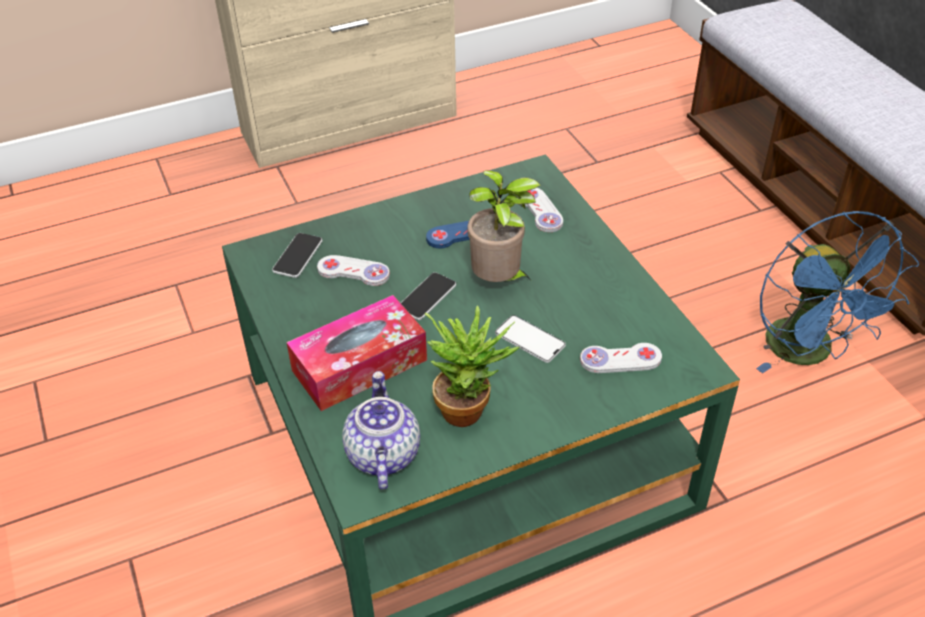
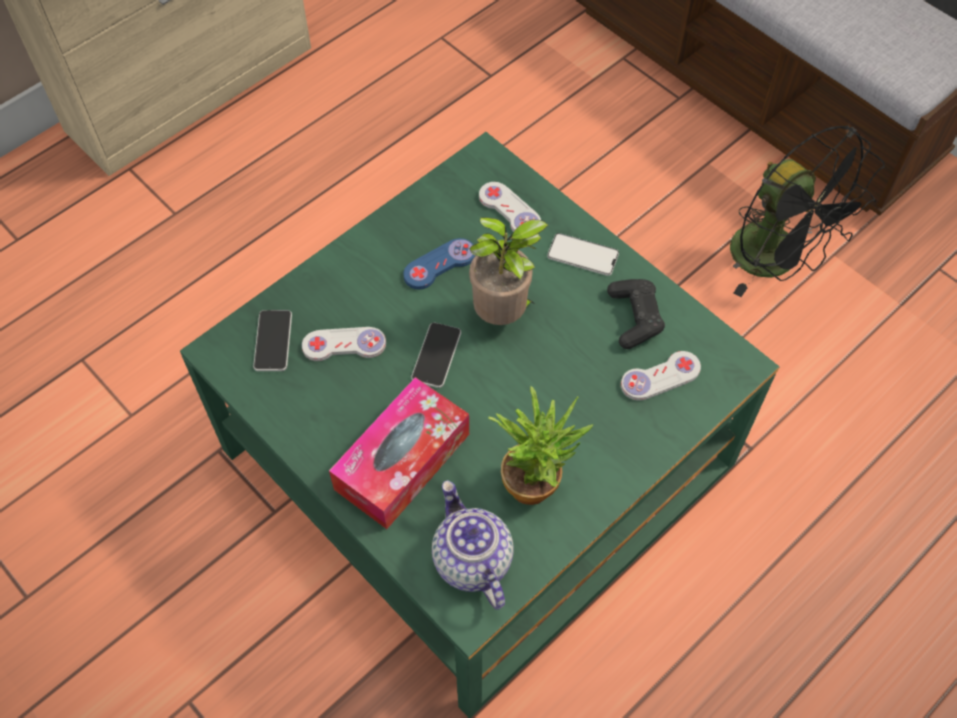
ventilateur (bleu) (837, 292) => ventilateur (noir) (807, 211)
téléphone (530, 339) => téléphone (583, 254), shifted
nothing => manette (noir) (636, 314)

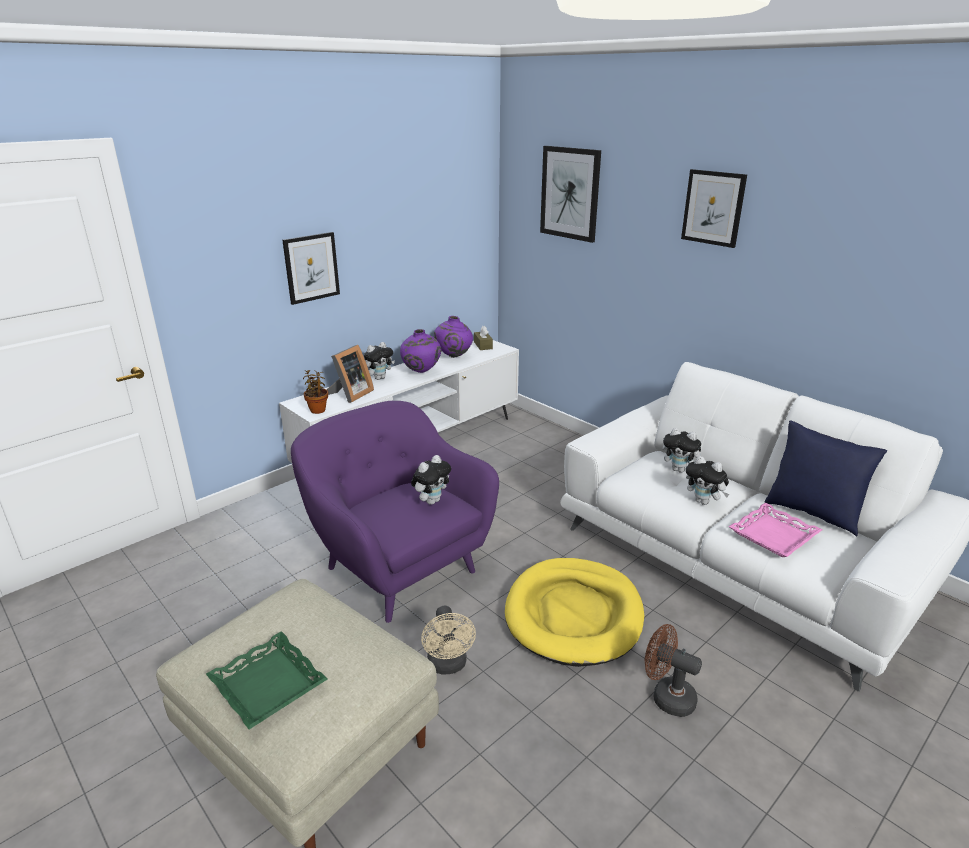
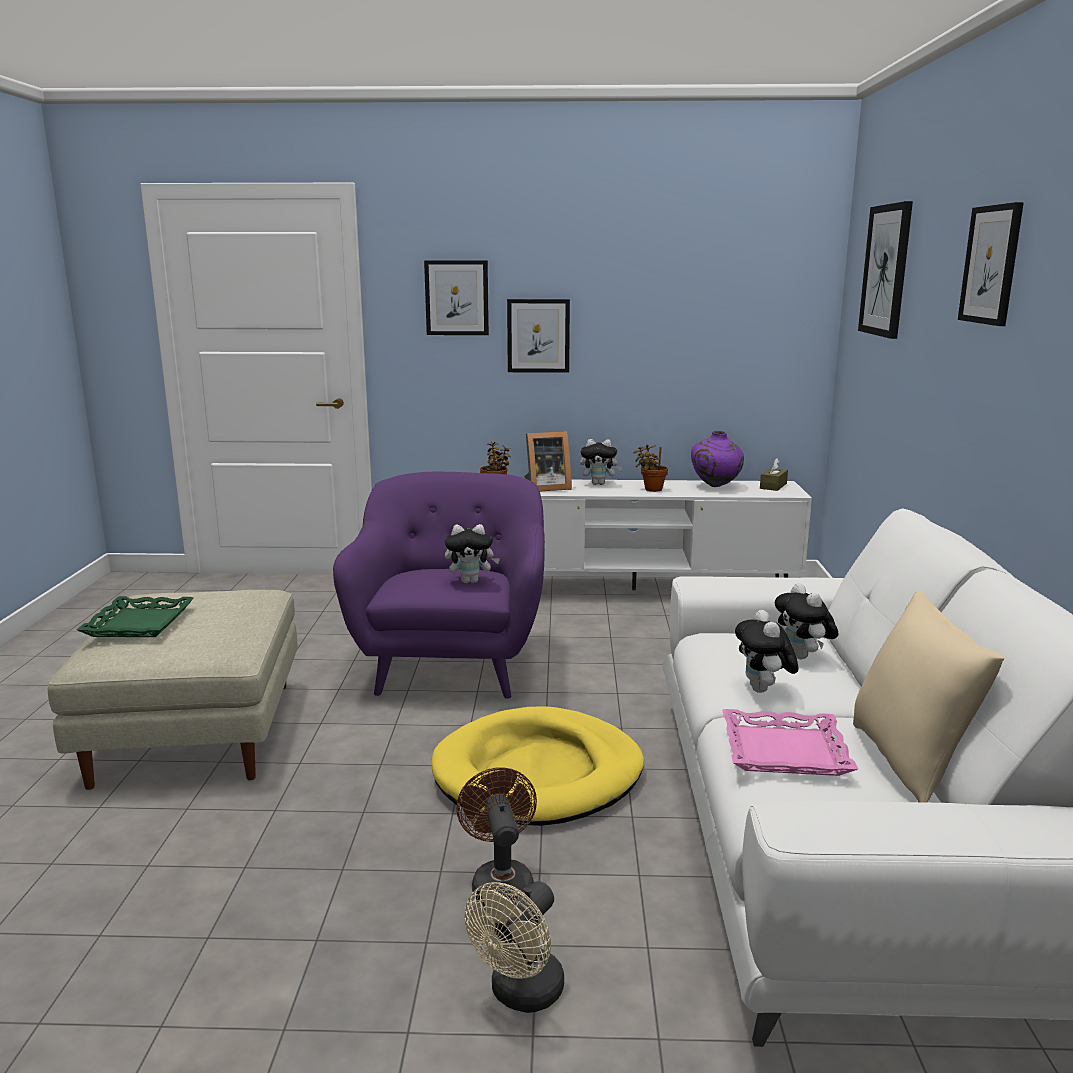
vase (violet) (420, 351) => plante en pot (650, 468)
coussin (bleu) (825, 478) => coussin (beige) (928, 696)
ventilateur (beige) (448, 640) => ventilateur (beige) (514, 947), shifted
nothing => tableau (456, 297)

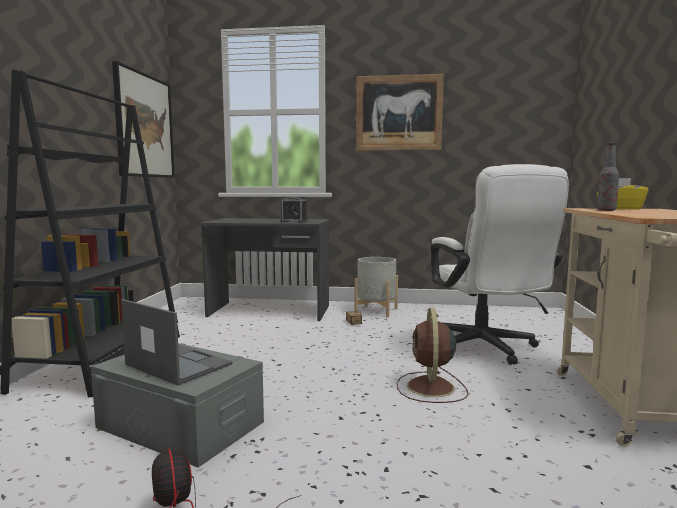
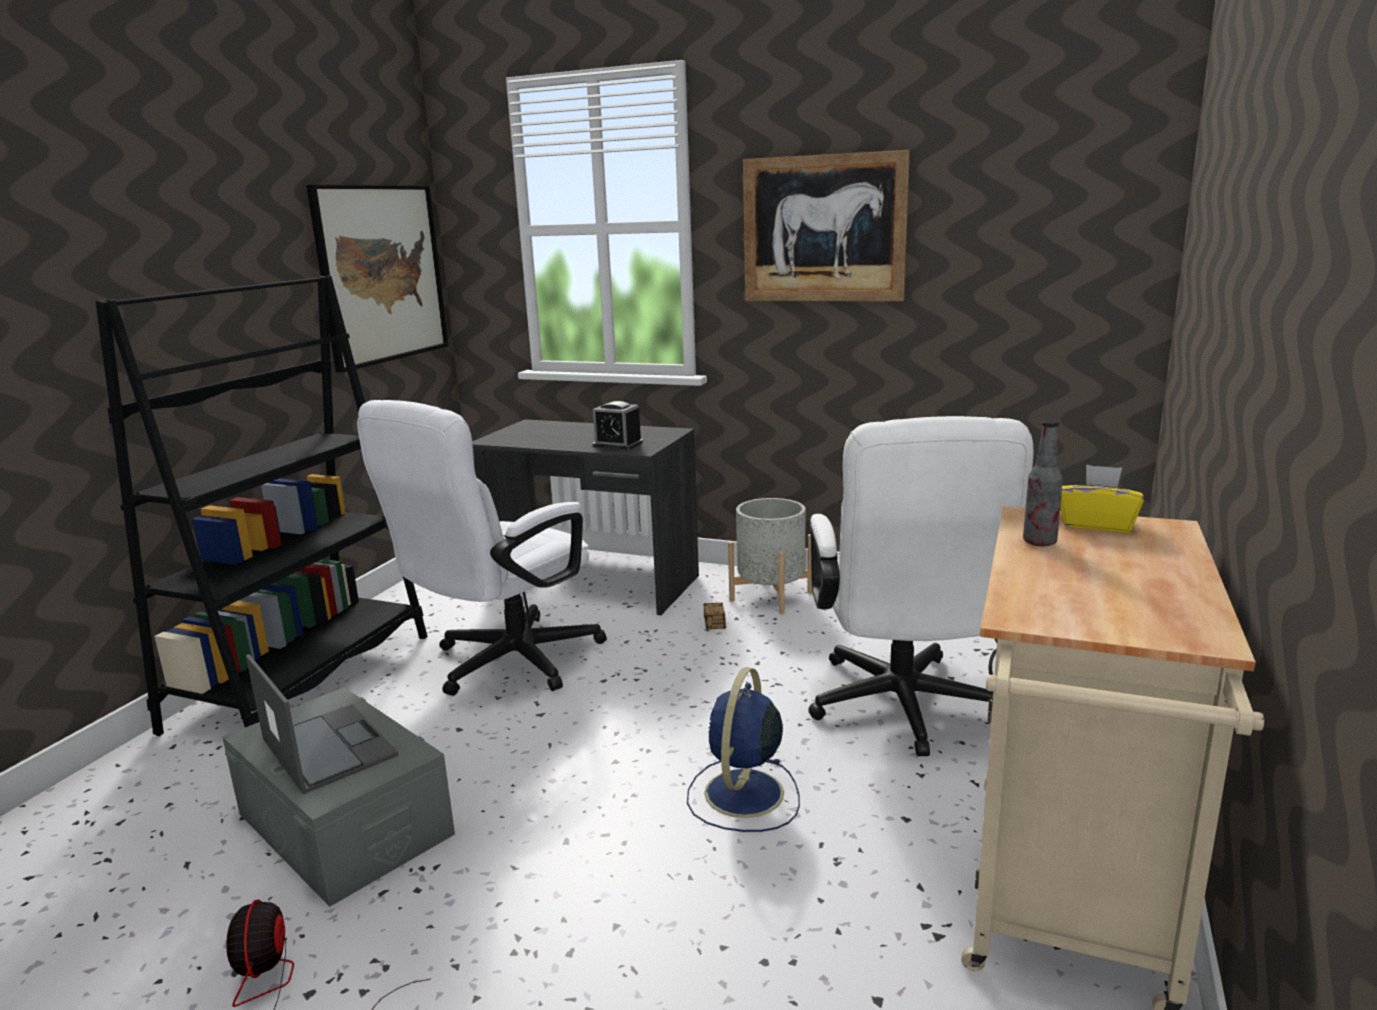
ventilateur (marron) (432, 355) => ventilateur (bleu) (743, 749)
nothing => chaise de bureau (blanc) (482, 548)

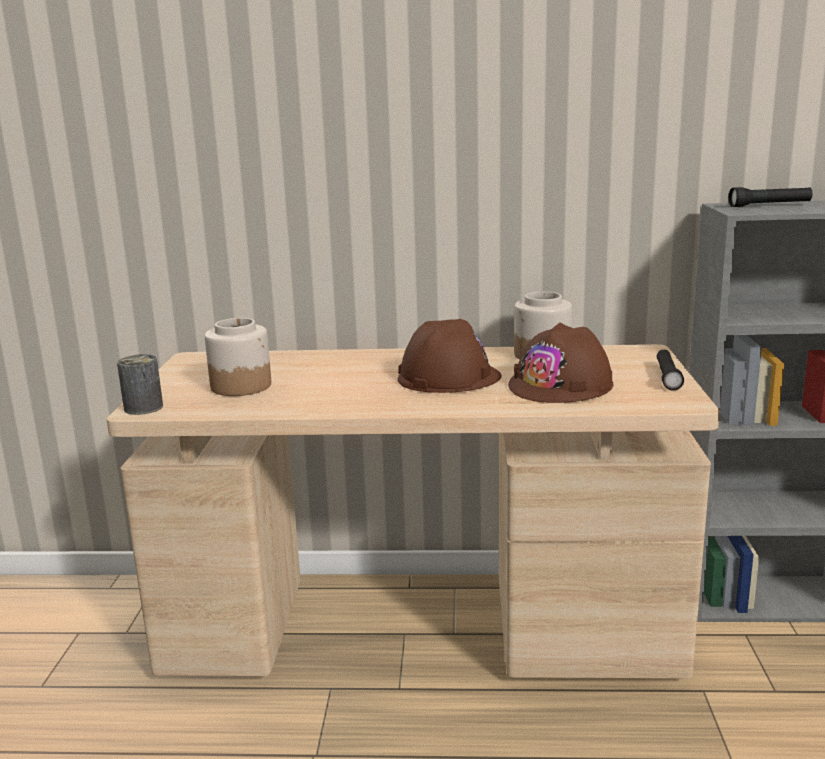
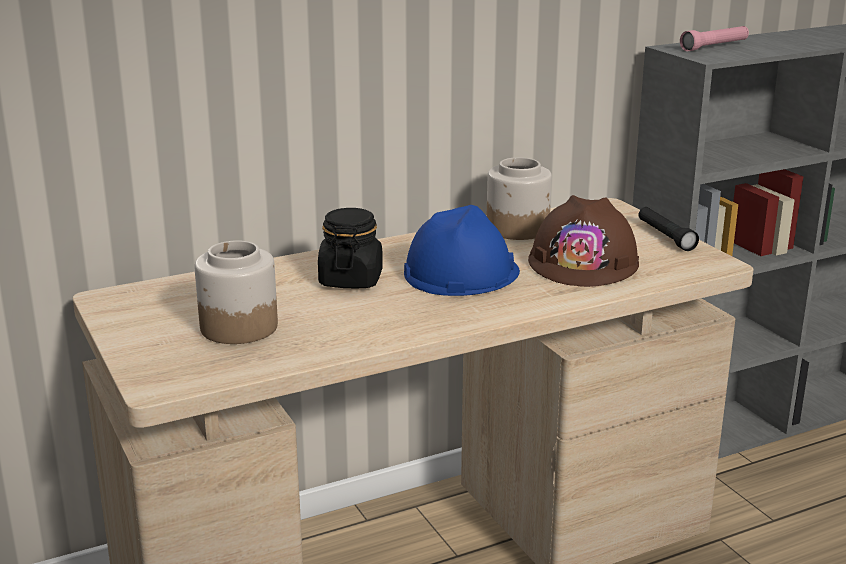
lampe de poche (noir) (771, 197) => lampe de poche (rose) (714, 38)
casque de chantier (marron) (450, 356) => casque de chantier (bleu) (462, 250)
boîte métallique (140, 384) => nothing
nothing => bocal (noir) (350, 248)

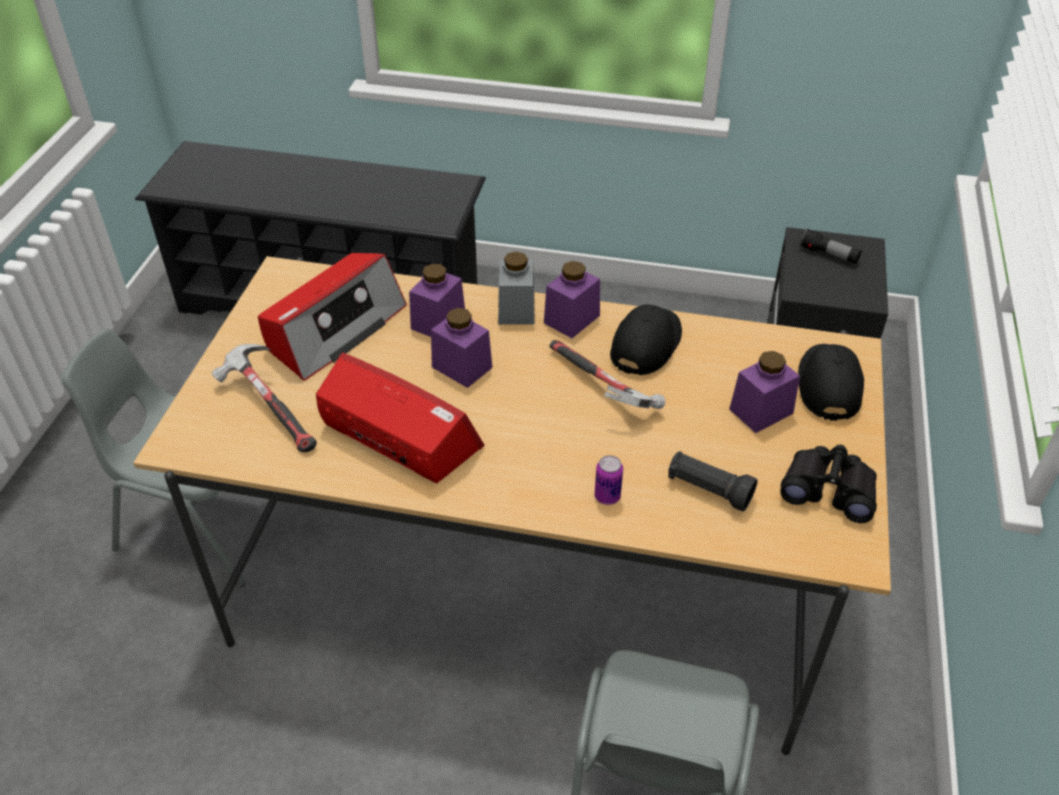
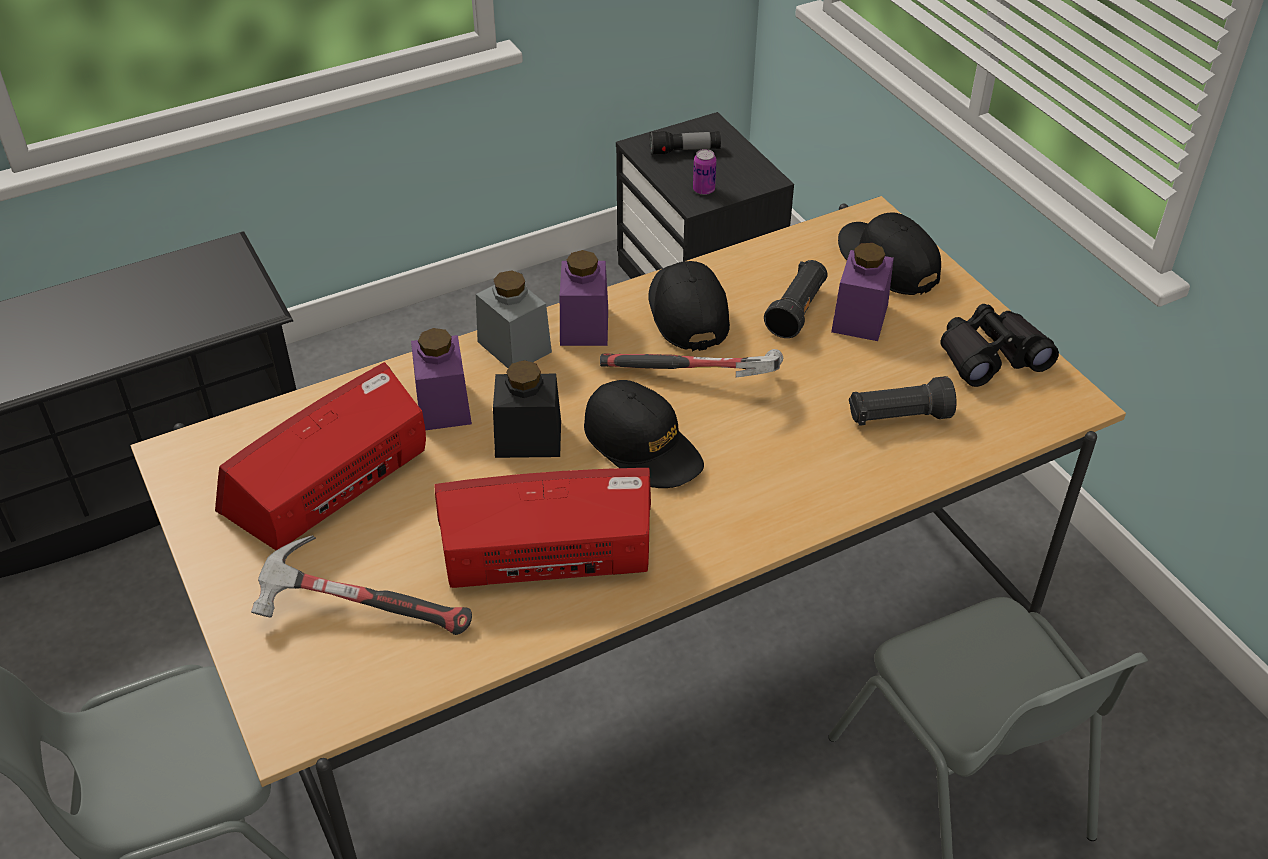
radio (332, 317) => radio (320, 456), 135 degrees counterclockwise
bocal (violet) (462, 348) => bocal (noir) (527, 409)
boîte métallique (609, 480) => boîte métallique (705, 172), shifted
nothing => lampe de poche (noir) (796, 299)
nothing => casquette (noir) (644, 434)

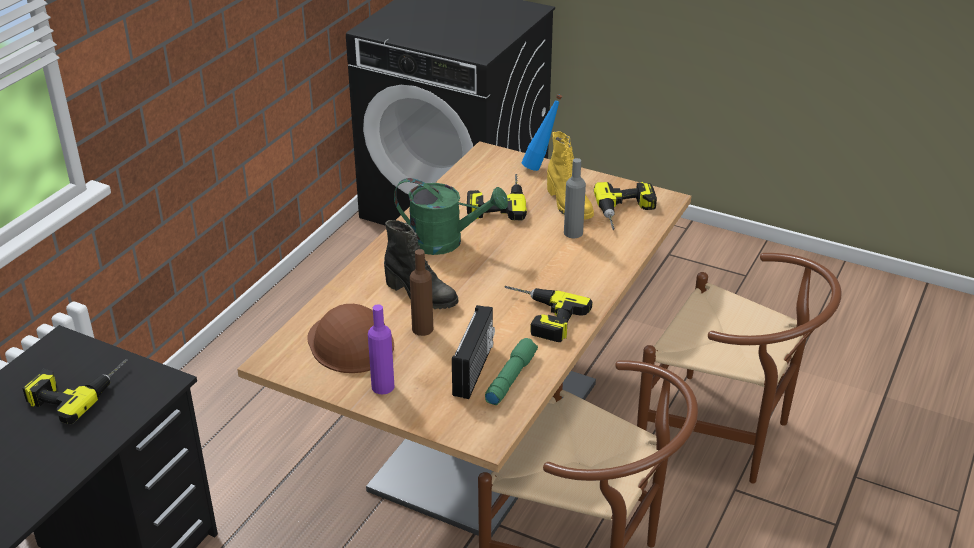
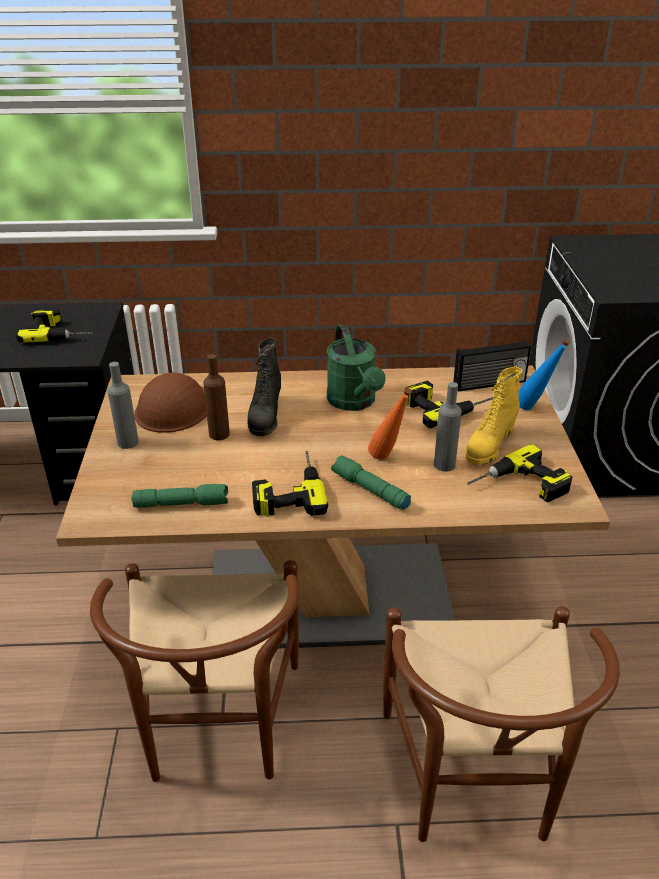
bouteille (violet) (381, 349) => bouteille (gris) (123, 405)
radio (473, 352) => radio (492, 366), shifted
nothing => bouteille (orange) (390, 424)
nothing => lampe de poche (vert) (371, 482)

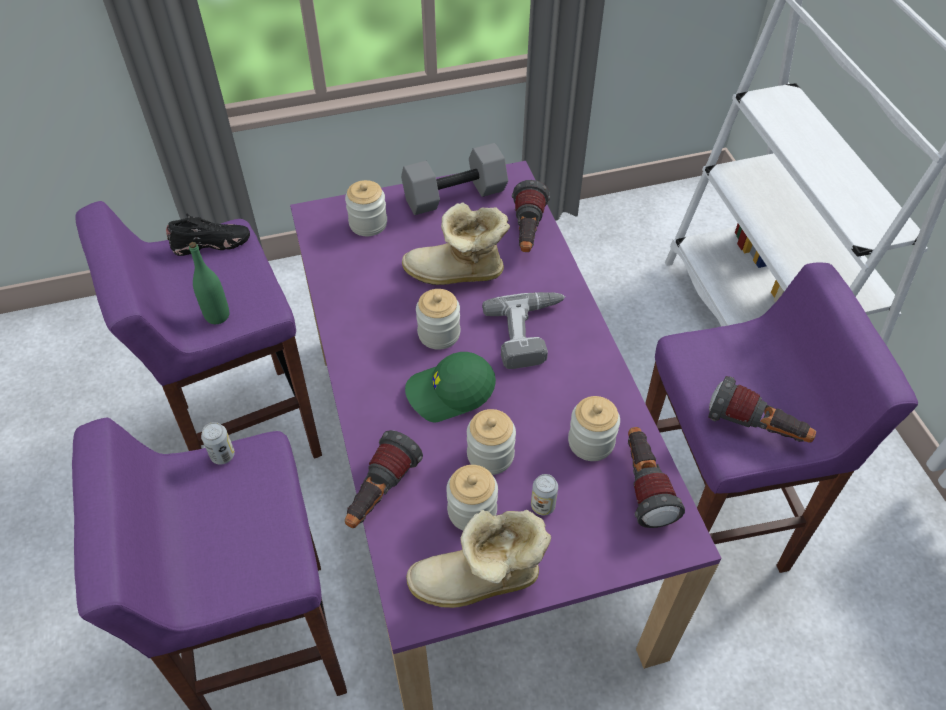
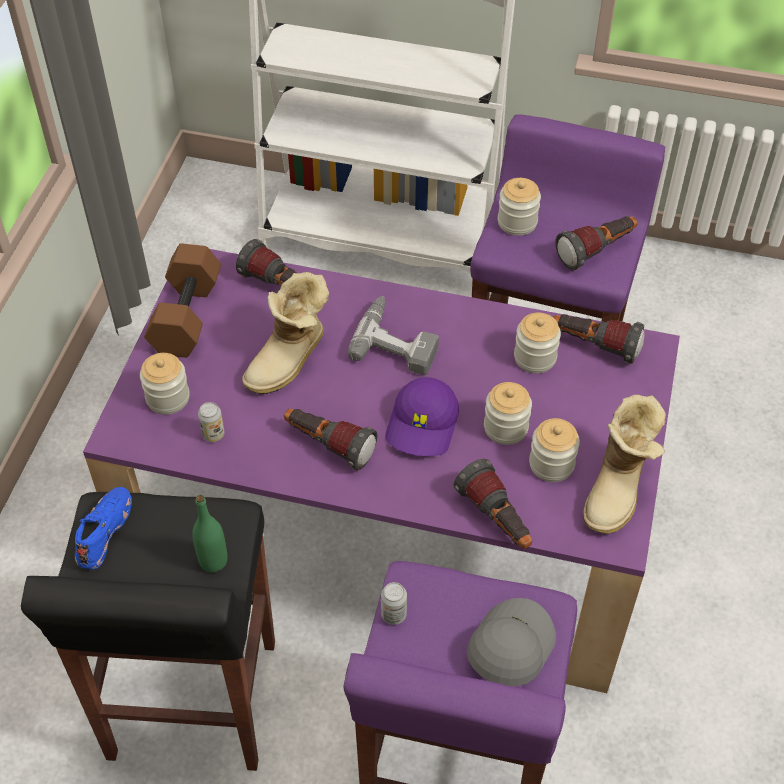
haltère (gris) (454, 179) => haltère (marron) (182, 300)
tabouret (violet) (198, 330) => tabouret (noir) (148, 631)
chaussure (noir) (208, 234) => chaussure (bleu) (103, 528)
bocal (438, 319) => bocal (519, 207), shifted
casquette (vert) (450, 387) => casquette (violet) (422, 416)
boîte métallique (544, 495) => boîte métallique (211, 422), shifted
nothing => lampe de poche (331, 439)
nothing => casquette (gris) (511, 642)

